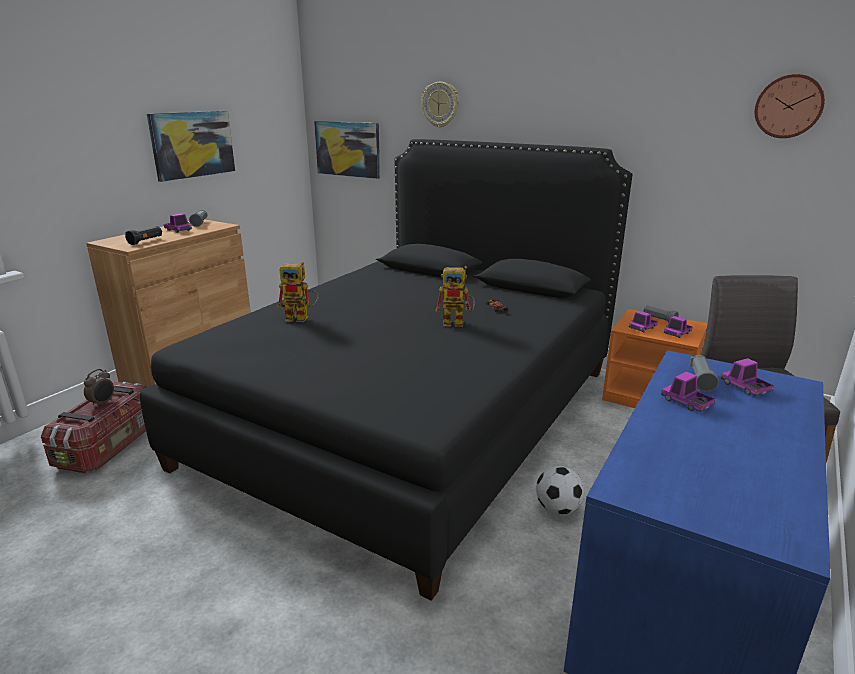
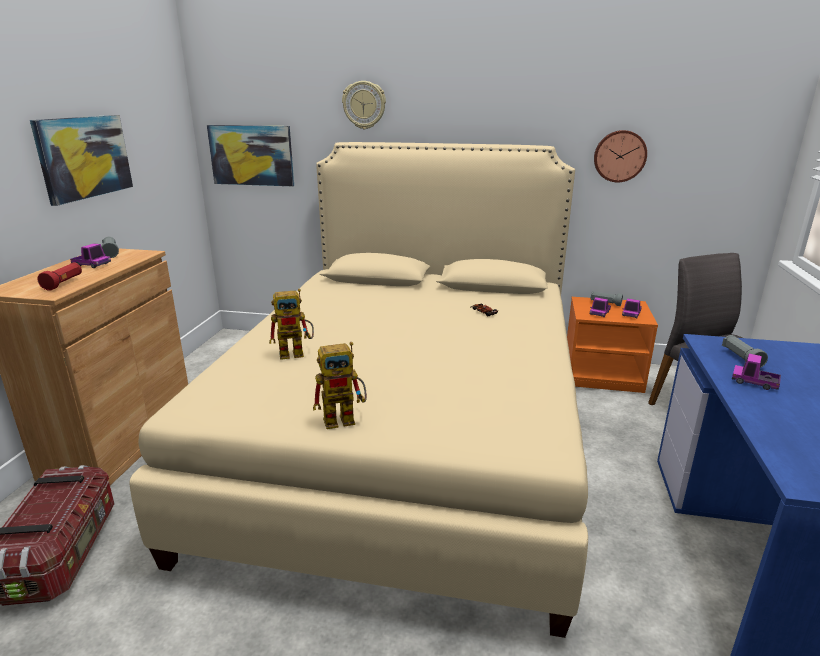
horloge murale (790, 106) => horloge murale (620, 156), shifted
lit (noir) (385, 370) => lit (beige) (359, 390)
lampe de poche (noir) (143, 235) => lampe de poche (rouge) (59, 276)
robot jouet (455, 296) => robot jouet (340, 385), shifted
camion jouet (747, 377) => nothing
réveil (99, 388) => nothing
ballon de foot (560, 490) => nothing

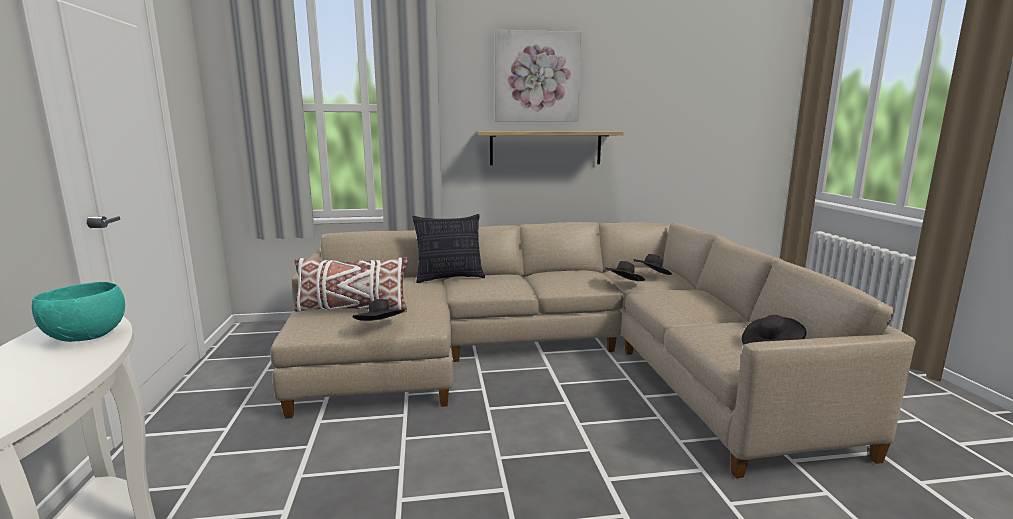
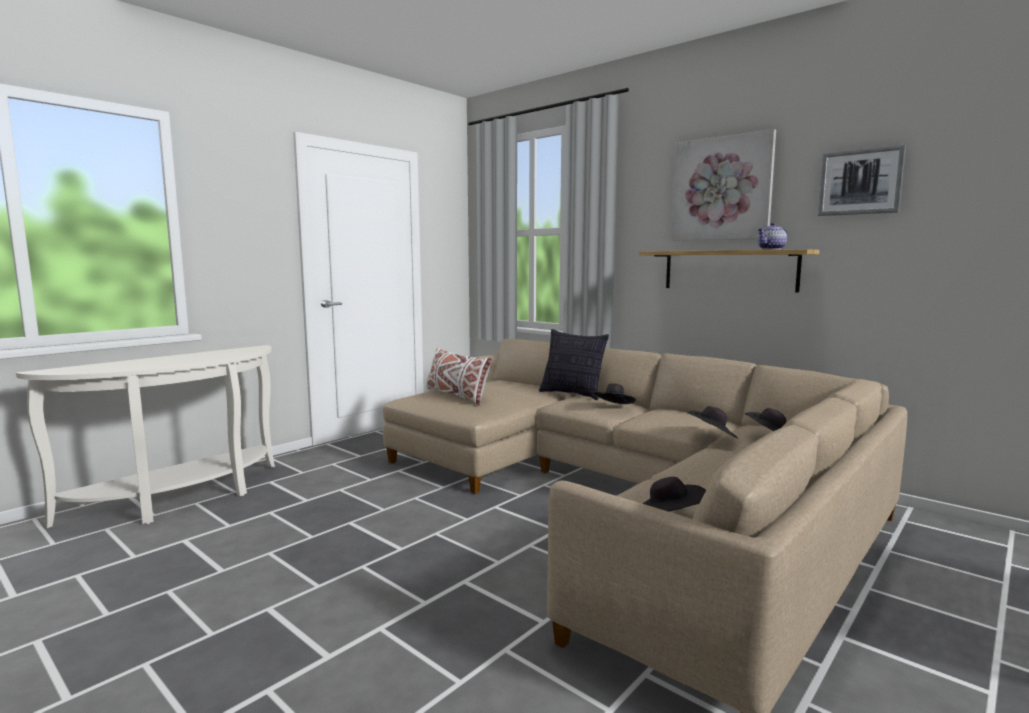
bol (turquoise) (78, 312) => nothing
chapeau (noir) (379, 310) => chapeau (noir) (614, 393), shifted
nothing => tableau (861, 180)
nothing => théière (772, 236)

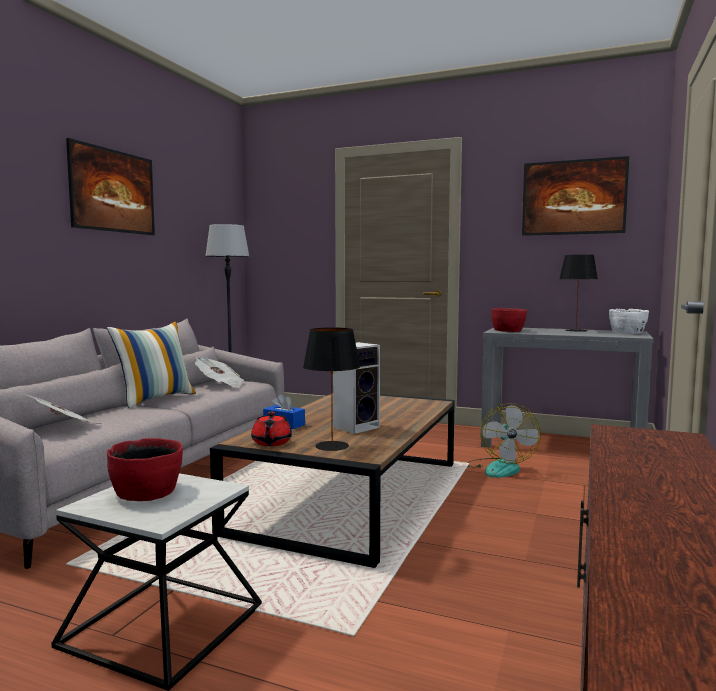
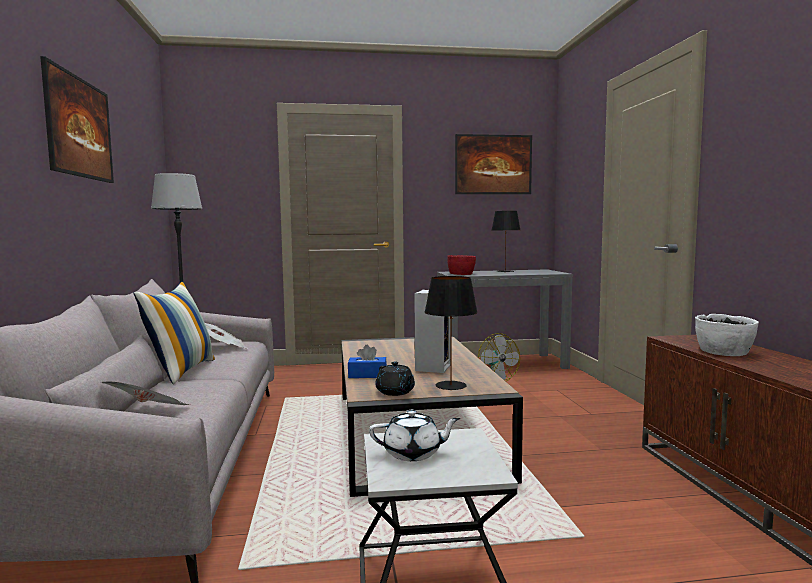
bol (blanc) (629, 321) => bol (blanc) (727, 335), shifted
théière (rouge) (271, 429) => théière (noir) (395, 379)
bol (rouge) (145, 469) => théière (blanc) (414, 435)

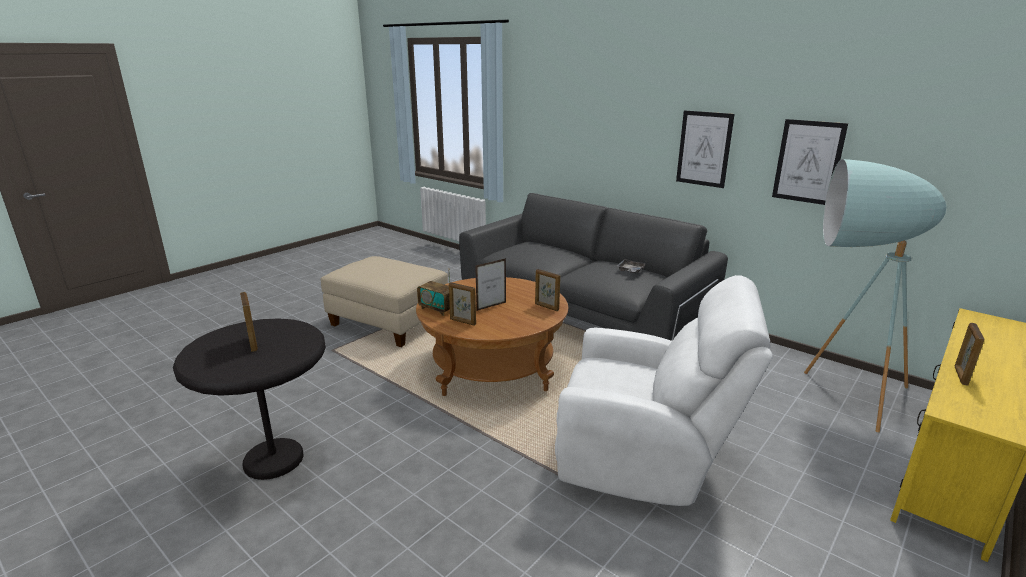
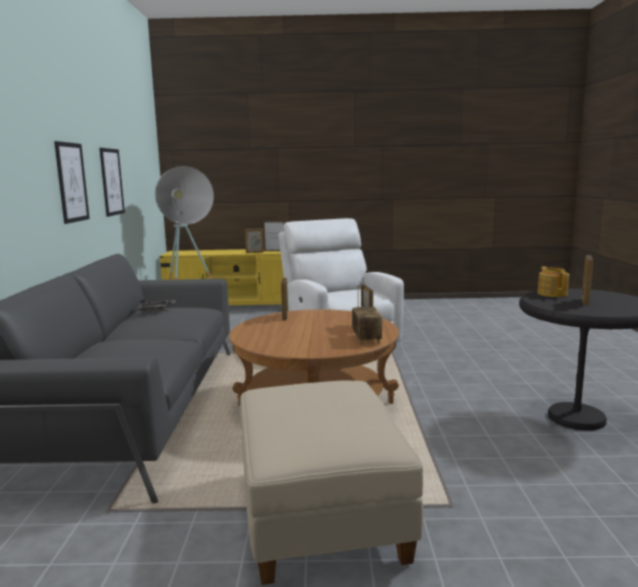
cadre photo (490, 284) => cadre photo (274, 236), shifted
nothing => théière (553, 281)

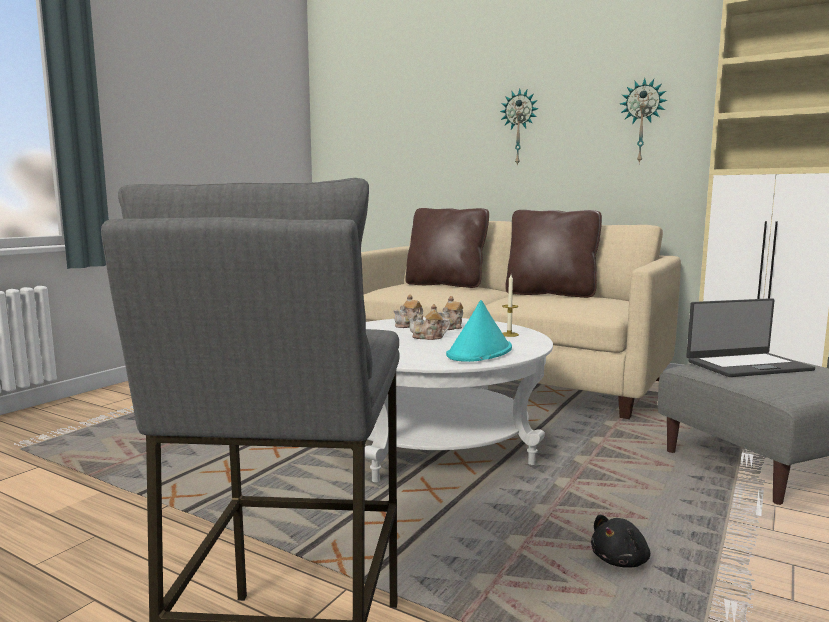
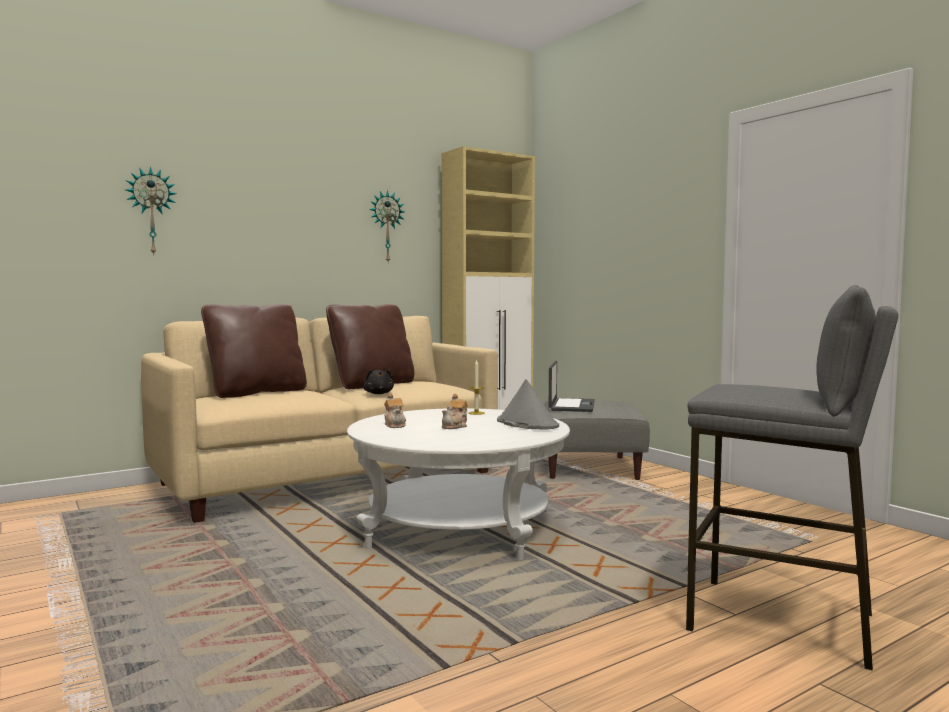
horloge murale (519, 127) => horloge murale (151, 211), shifted
théière (450, 313) => nothing
chapeau (turquoise) (479, 331) => chapeau (gris) (528, 404)
peluche (noir) (620, 541) => peluche (noir) (378, 381), shifted

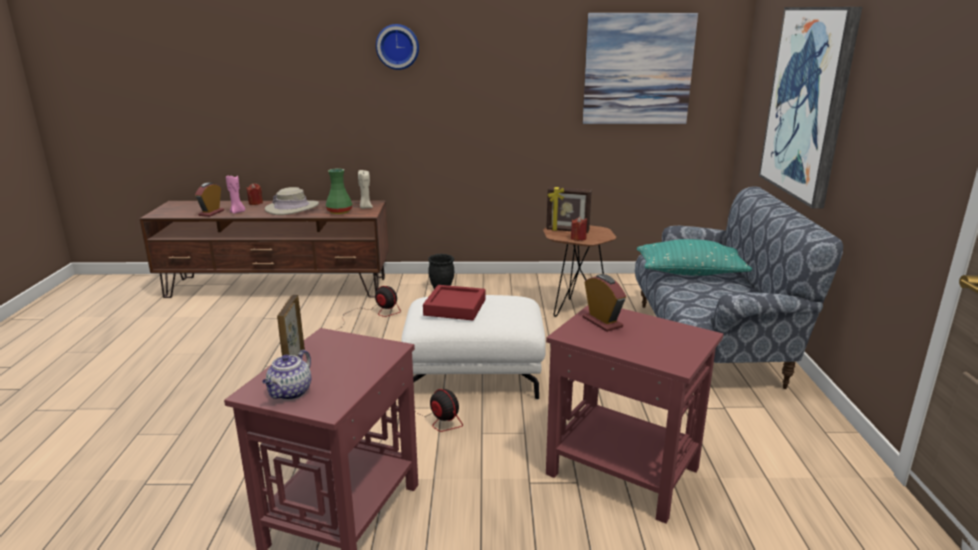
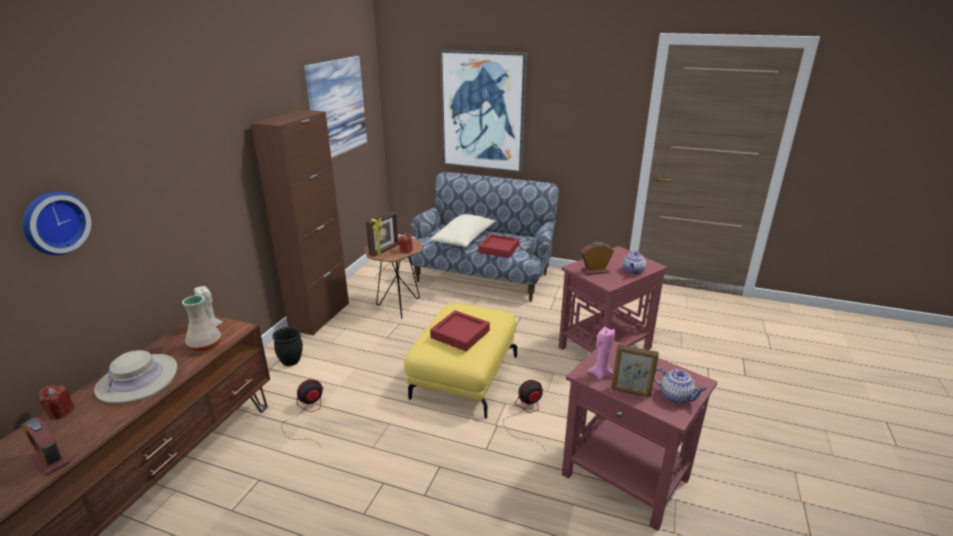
horloge murale (397, 47) => horloge murale (57, 223), shifted
vase (vert) (339, 191) => vase (beige) (201, 323)
bougie (rose) (235, 193) => bougie (rose) (601, 353), shifted
coussin (turquoise) (694, 257) => coussin (beige) (463, 230)
pouf (blanc) (473, 347) => pouf (jaune) (460, 361)
nothing => meuble de rangement (marron) (300, 222)
nothing => plateau (rouge) (498, 246)
nothing => théière (634, 262)

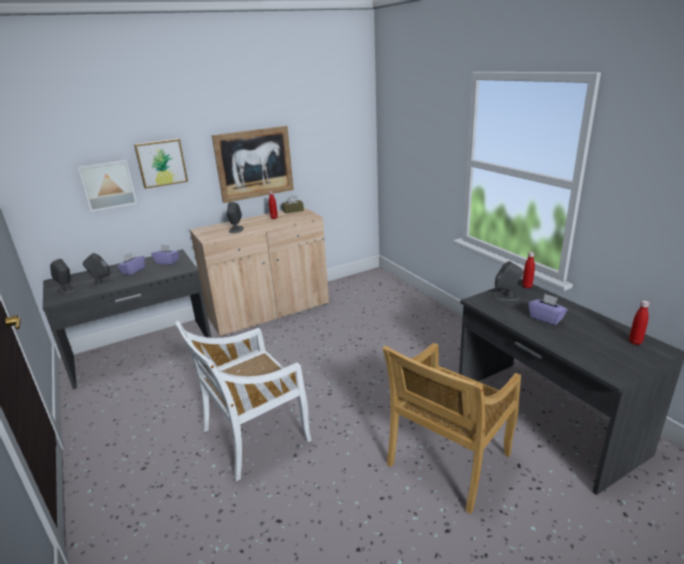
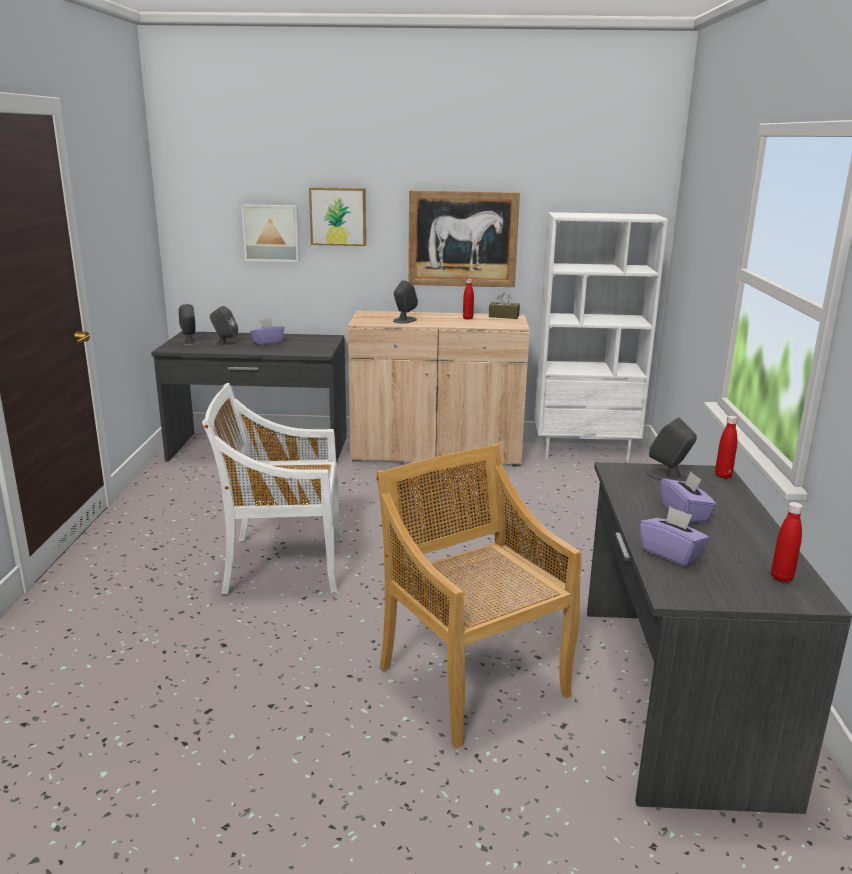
boîte à mouchoirs (violet) (165, 255) => boîte à mouchoirs (violet) (675, 536), shifted
chaise (beige) (451, 428) => chaise (beige) (479, 596), 75 degrees clockwise
nothing => bibliothèque (blanc) (601, 337)

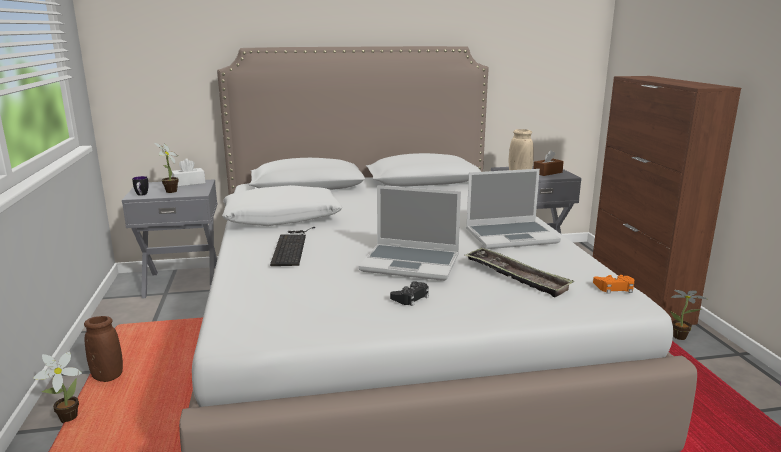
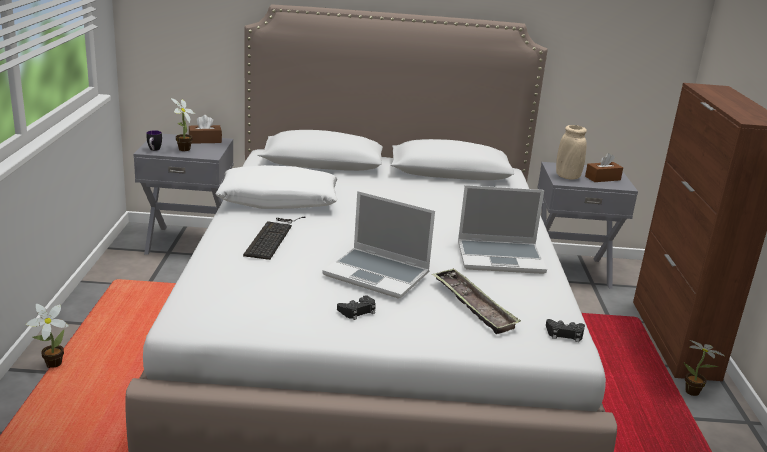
boîte à mouchoirs (blanc) (188, 172) => boîte à mouchoirs (marron) (205, 129)
manette (orange) (613, 284) => manette (noir) (565, 330)
vase (marron) (103, 349) => nothing

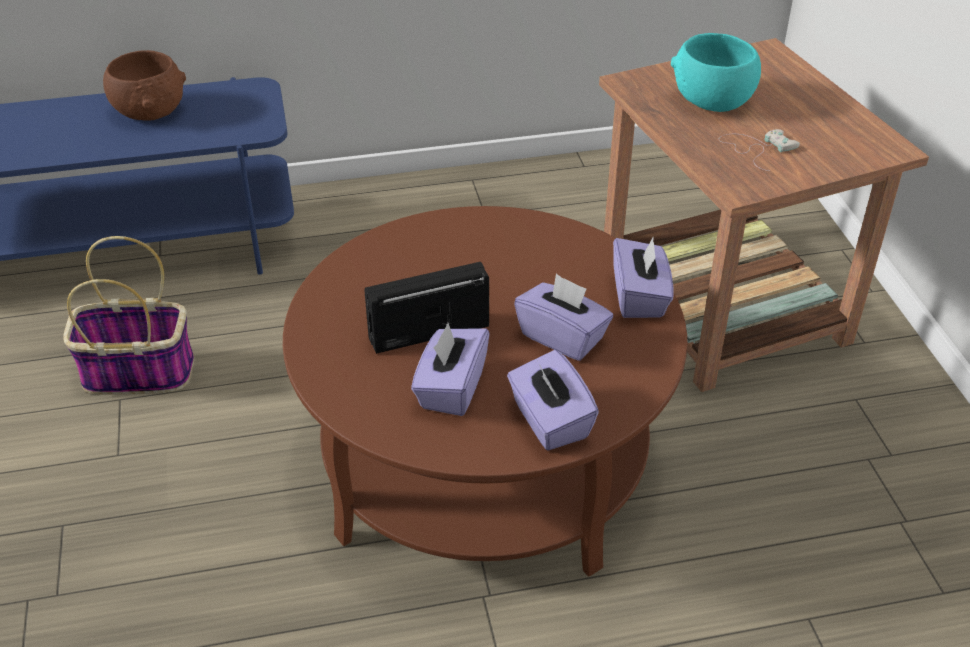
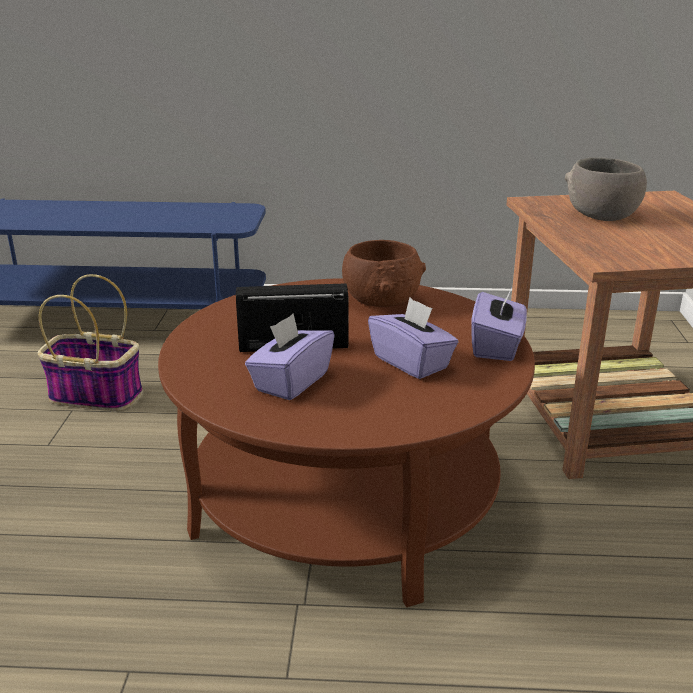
bol (turquoise) (716, 72) => bol (gris) (606, 189)
bol (marron) (144, 85) => bol (marron) (384, 273), shifted
manette (blanc) (759, 150) => nothing
boîte à mouchoirs (violet) (553, 400) => nothing

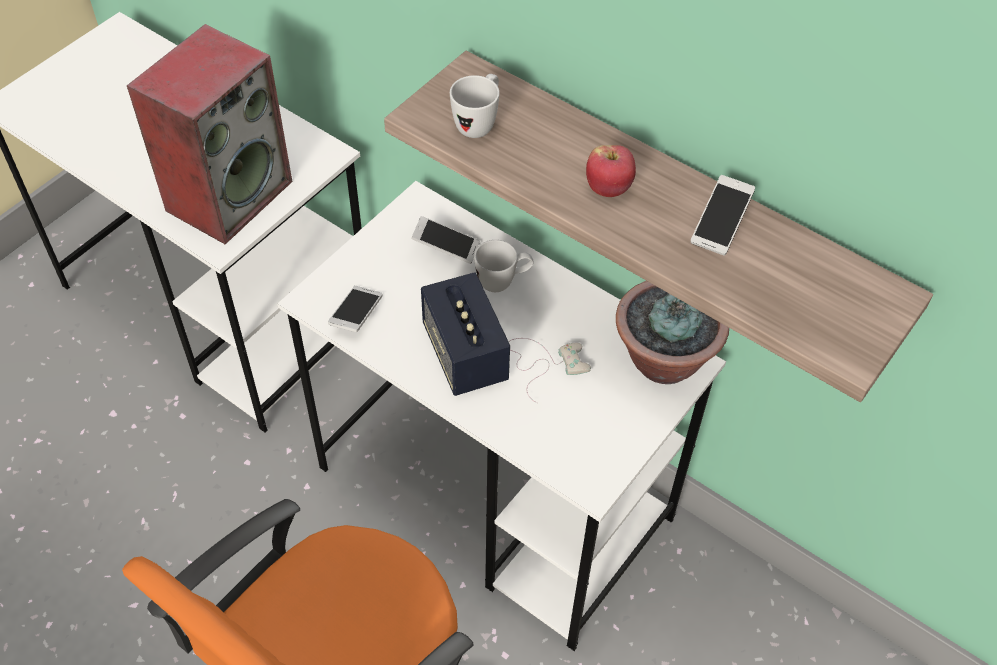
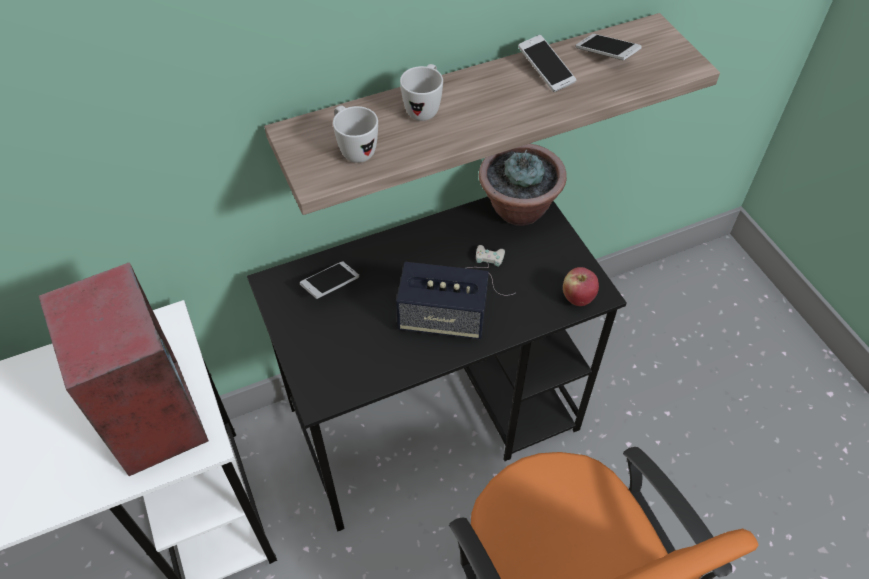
pomme (611, 171) => pomme (581, 286), shifted
bureau (blanc) (501, 416) => bureau (noir) (437, 364)
mug (blanc) (504, 266) => mug (blanc) (421, 92), shifted
téléphone (355, 309) => téléphone (609, 47), shifted

